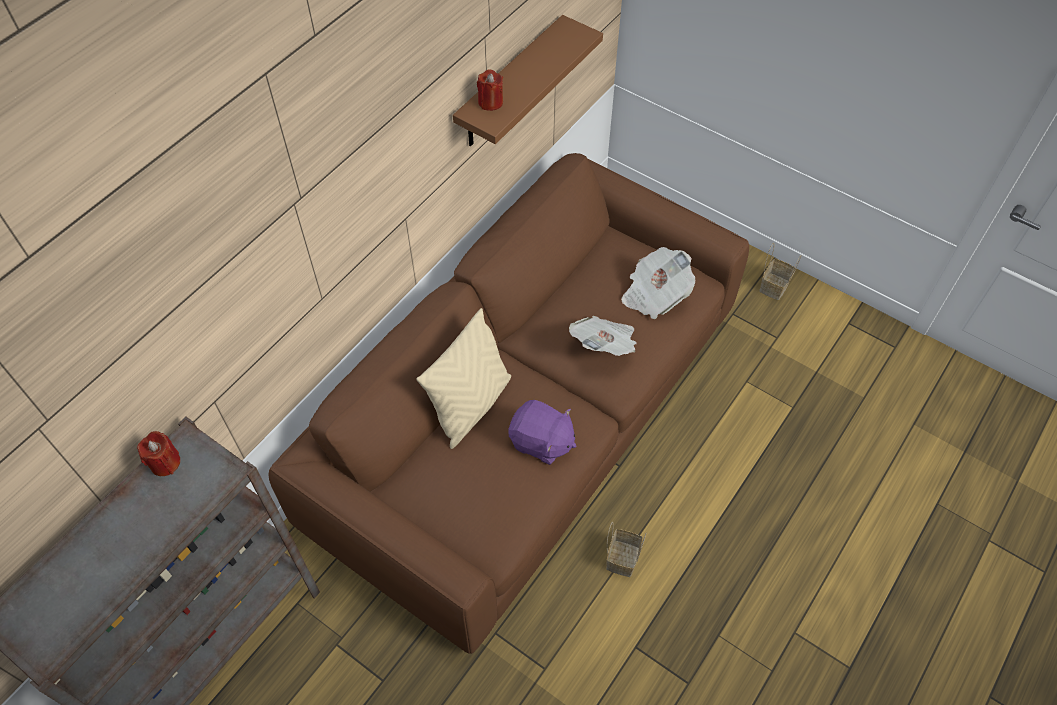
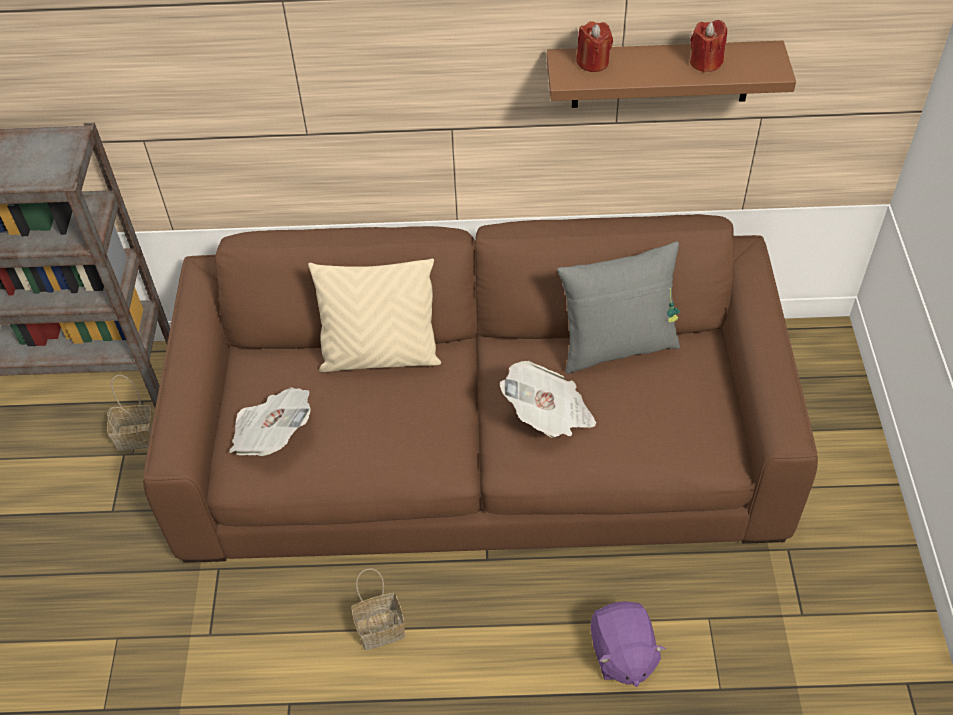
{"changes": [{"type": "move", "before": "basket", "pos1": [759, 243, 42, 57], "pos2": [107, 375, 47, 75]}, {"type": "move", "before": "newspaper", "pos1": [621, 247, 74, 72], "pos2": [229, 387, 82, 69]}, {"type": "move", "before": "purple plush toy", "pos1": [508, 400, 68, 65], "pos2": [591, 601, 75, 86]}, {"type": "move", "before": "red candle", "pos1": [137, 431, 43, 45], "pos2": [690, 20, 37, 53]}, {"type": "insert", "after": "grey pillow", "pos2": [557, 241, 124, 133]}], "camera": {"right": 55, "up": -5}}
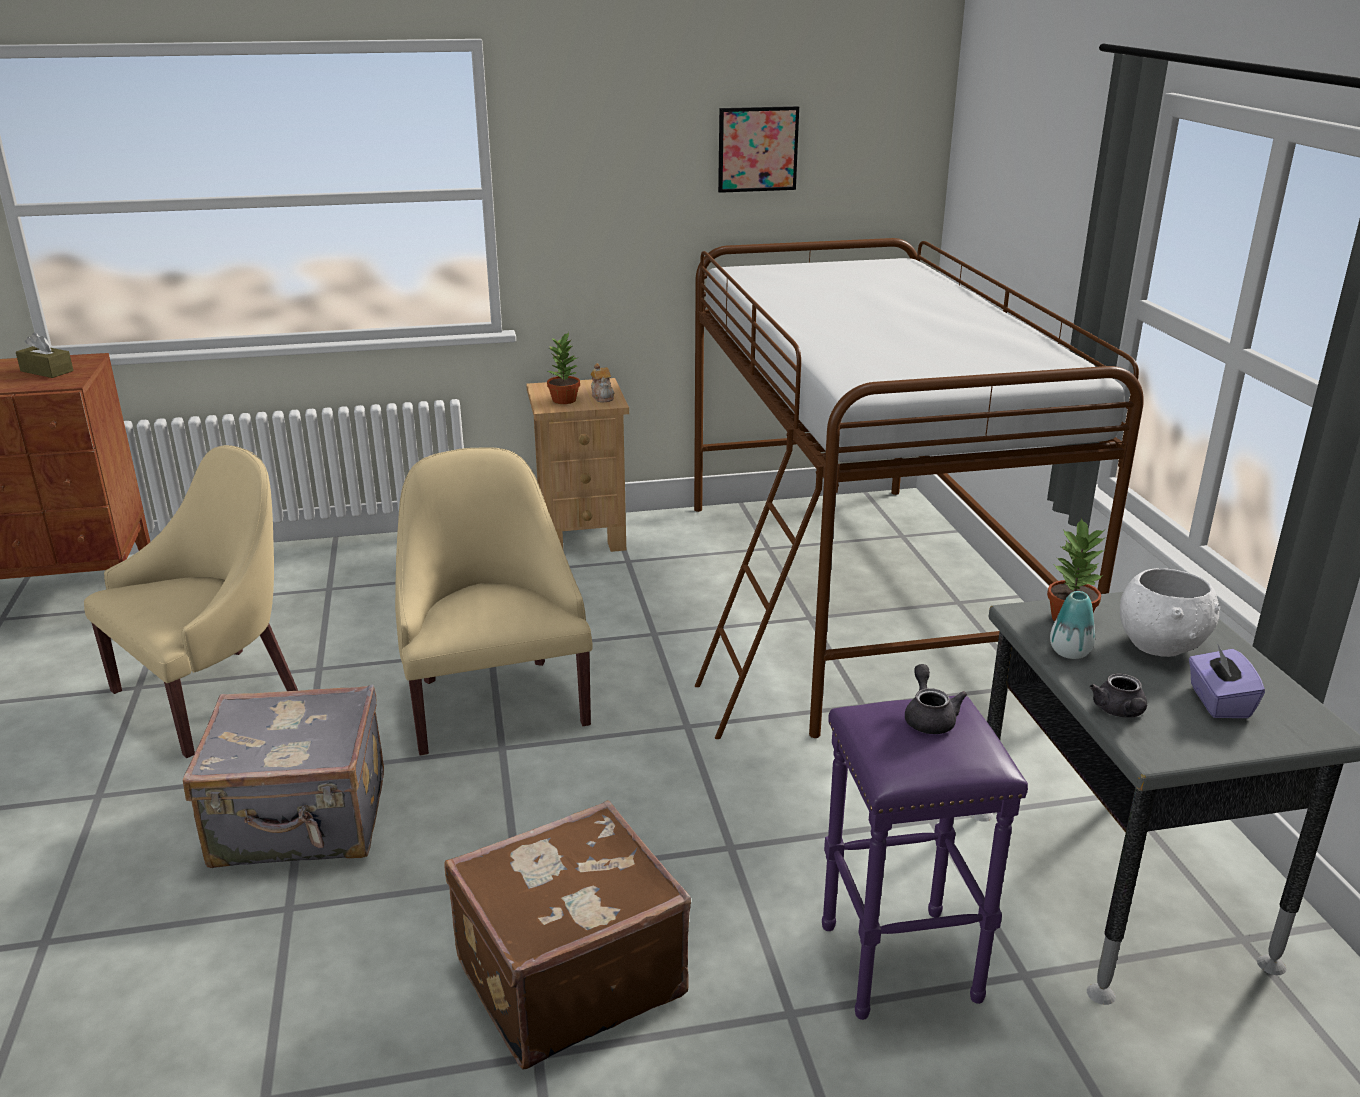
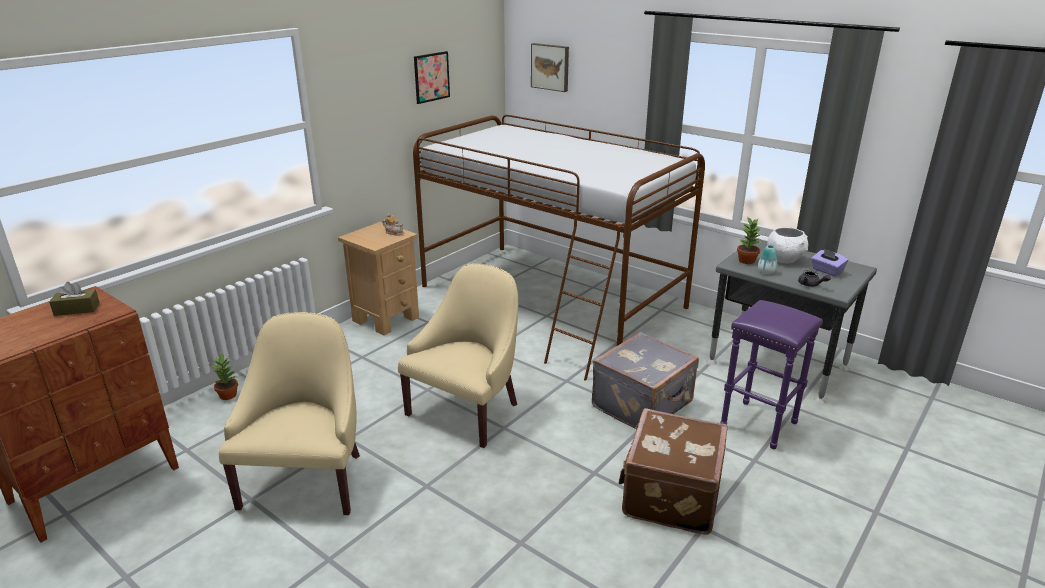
{"changes": [{"type": "move", "before": "potted plant", "pos1": [547, 332, 33, 72], "pos2": [212, 353, 26, 47]}, {"type": "rotate", "before": "beige armchair", "pos1": [395, 447, 198, 309], "pos2": [398, 263, 120, 185], "turn": 90}, {"type": "delete", "before": "grey teapot", "pos1": [905, 664, 62, 70]}, {"type": "move", "before": "grey suitcase", "pos1": [183, 684, 201, 184], "pos2": [592, 332, 107, 98]}, {"type": "insert", "after": "picture", "pos2": [531, 43, 38, 49]}], "camera": {"right": -40, "up": 0}}
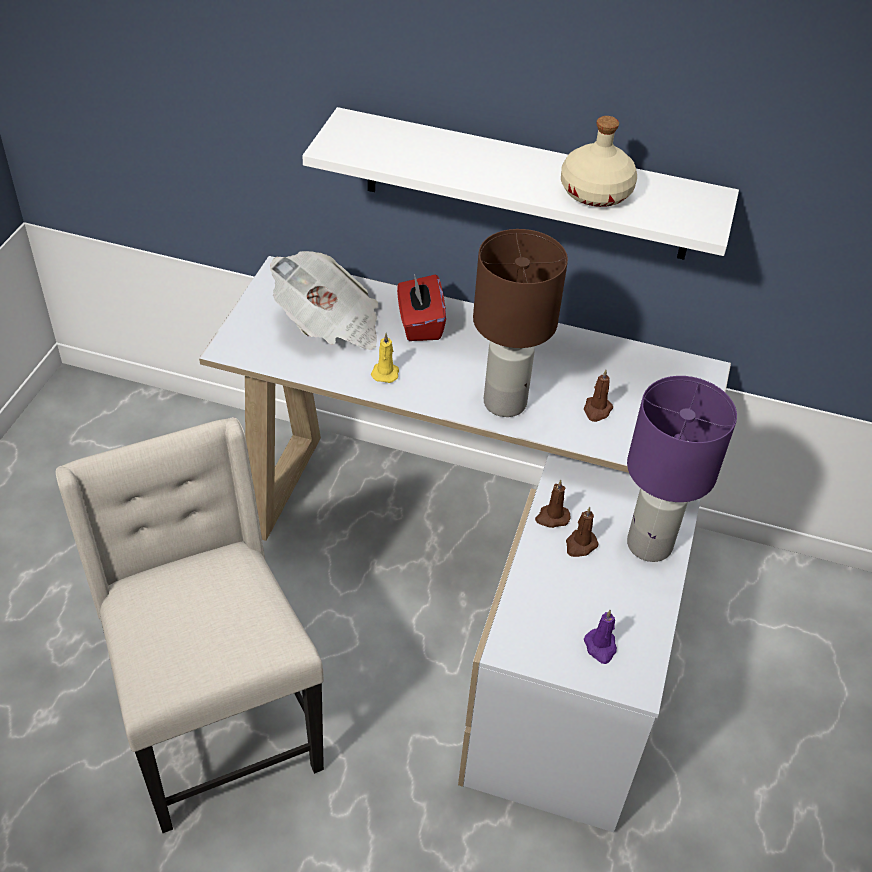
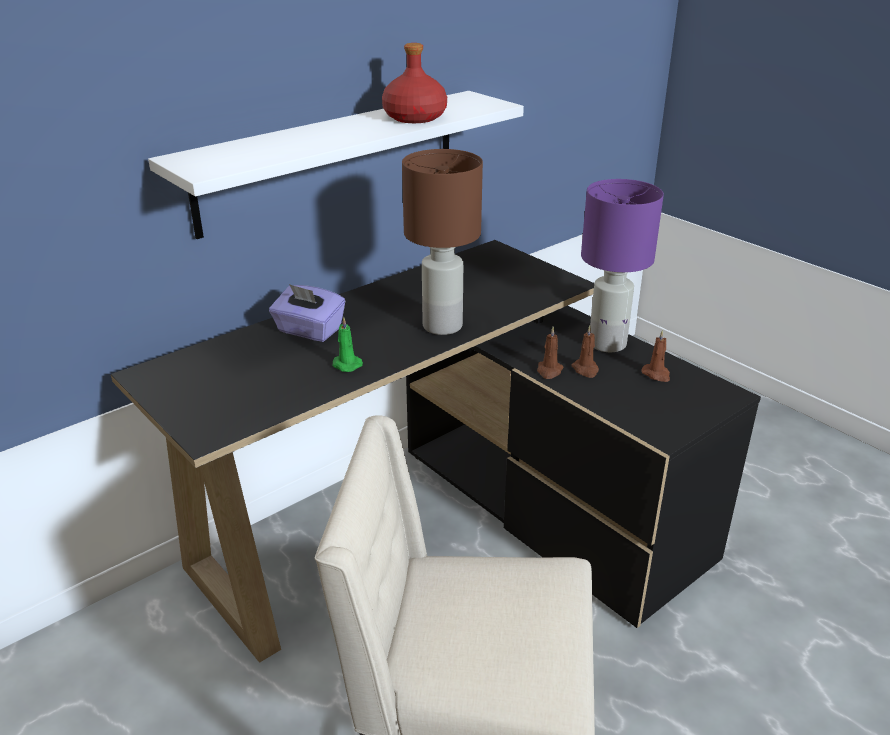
{"changes": [{"type": "recolor", "before": "beige bottle", "after": "red bottle", "pos1": [561, 116, 76, 91], "pos2": [382, 43, 65, 80]}, {"type": "delete", "before": "newspaper", "pos1": [270, 251, 108, 99]}, {"type": "recolor", "before": "white desk", "after": "black desk", "pos1": [199, 256, 532, 576], "pos2": [111, 240, 650, 423]}, {"type": "recolor", "before": "red tissue box", "after": "purple tissue box", "pos1": [397, 274, 49, 67], "pos2": [269, 284, 76, 58]}, {"type": "recolor", "before": "yellow candle", "after": "green candle", "pos1": [371, 333, 28, 50], "pos2": [332, 317, 31, 55]}, {"type": "move", "before": "brown candle", "pos1": [584, 369, 29, 53], "pos2": [641, 330, 29, 52]}, {"type": "delete", "before": "purple candle", "pos1": [584, 610, 33, 54]}], "camera": {"right": -55, "up": -15}}
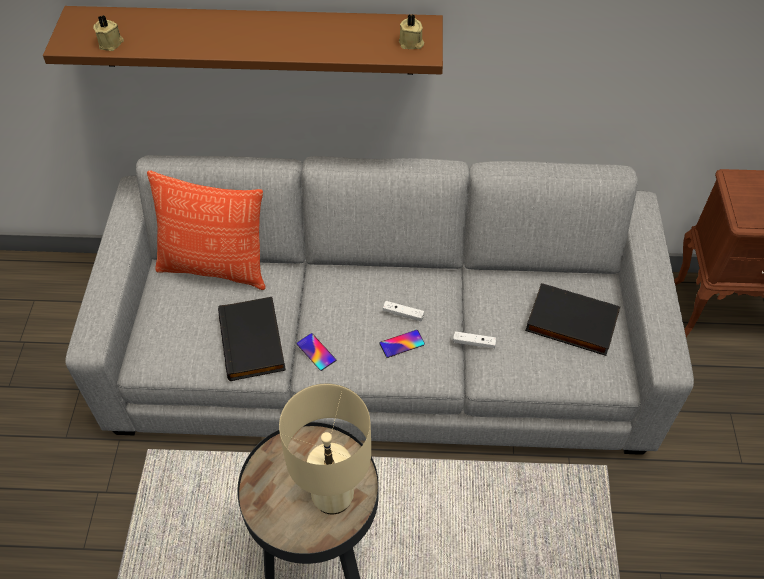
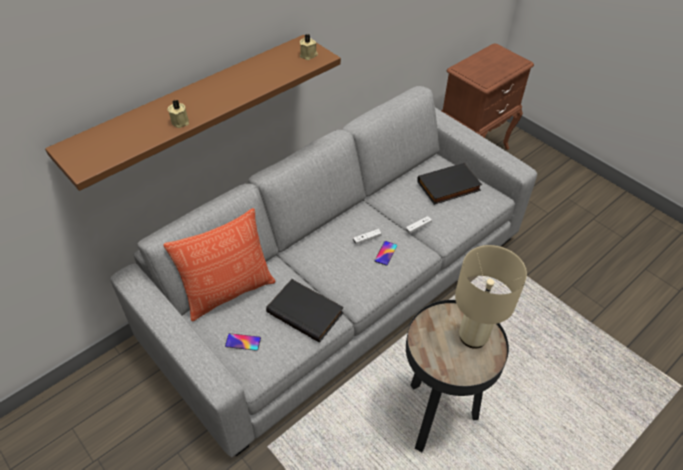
{"changes": [{"type": "move", "before": "beige candle", "pos1": [93, 15, 31, 36], "pos2": [168, 100, 21, 28]}, {"type": "move", "before": "phone", "pos1": [296, 333, 40, 38], "pos2": [225, 333, 36, 18]}], "camera": {"right": -45, "up": -5}}
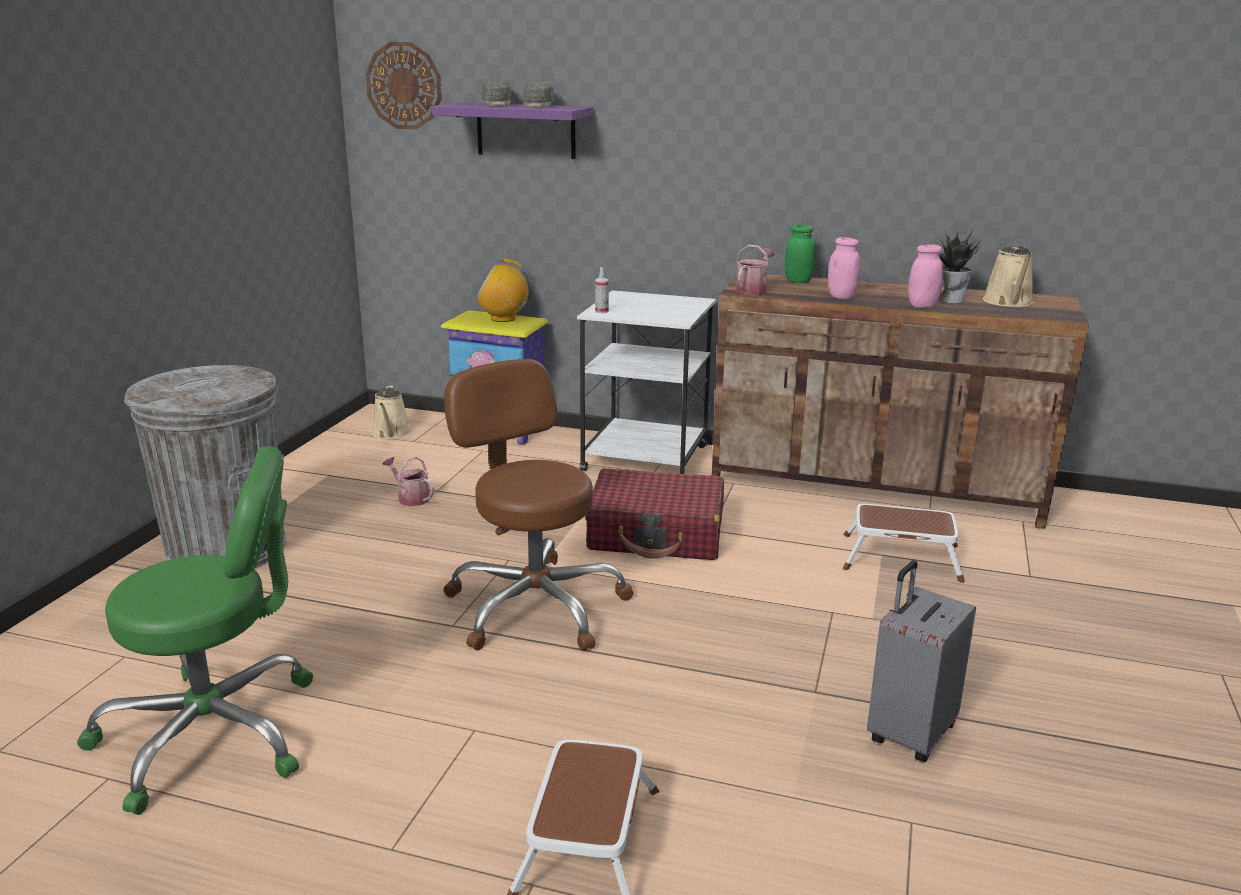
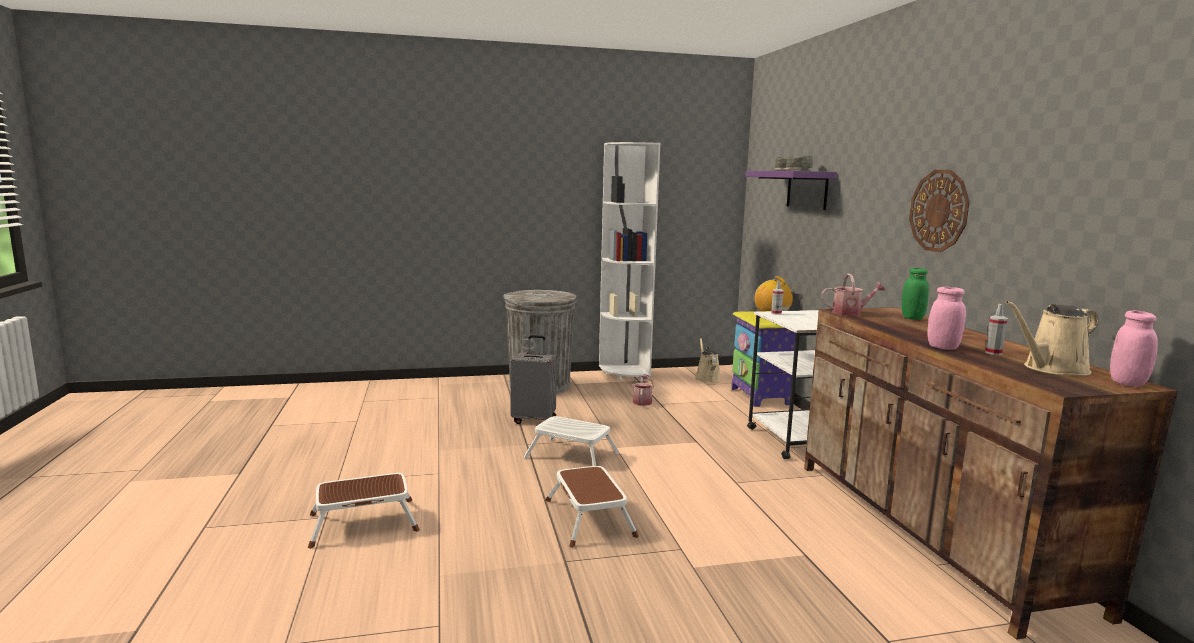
{"changes": [{"type": "move", "before": "wall clock", "pos1": [366, 42, 76, 87], "pos2": [909, 170, 61, 82]}, {"type": "replace", "before": "potted plant", "after": "spray bottle", "pos1": [930, 229, 50, 74], "pos2": [985, 304, 23, 51]}, {"type": "move", "before": "pink jar", "pos1": [828, 237, 32, 62], "pos2": [1110, 311, 48, 76]}, {"type": "replace", "before": "brown office chair", "after": "white step ladder", "pos1": [443, 359, 190, 292], "pos2": [524, 416, 95, 50]}, {"type": "rotate", "before": "beige watering can", "pos1": [371, 385, 41, 54], "pos2": [695, 338, 26, 45], "turn": 120}, {"type": "delete", "before": "green office chair", "pos1": [77, 446, 237, 369]}, {"type": "delete", "before": "red suitcase", "pos1": [585, 468, 139, 92]}, {"type": "move", "before": "brown step ladder", "pos1": [843, 504, 122, 79], "pos2": [545, 466, 94, 82]}, {"type": "move", "before": "grey suitcase", "pos1": [867, 560, 109, 202], "pos2": [510, 335, 47, 89]}, {"type": "insert", "after": "white bookcase", "pos2": [599, 142, 61, 239]}], "camera": {"right": 60, "up": -10}}
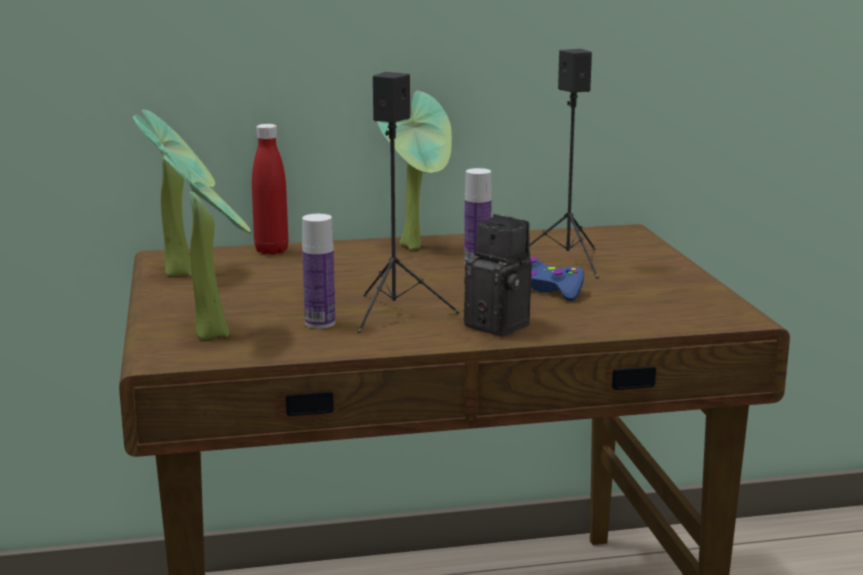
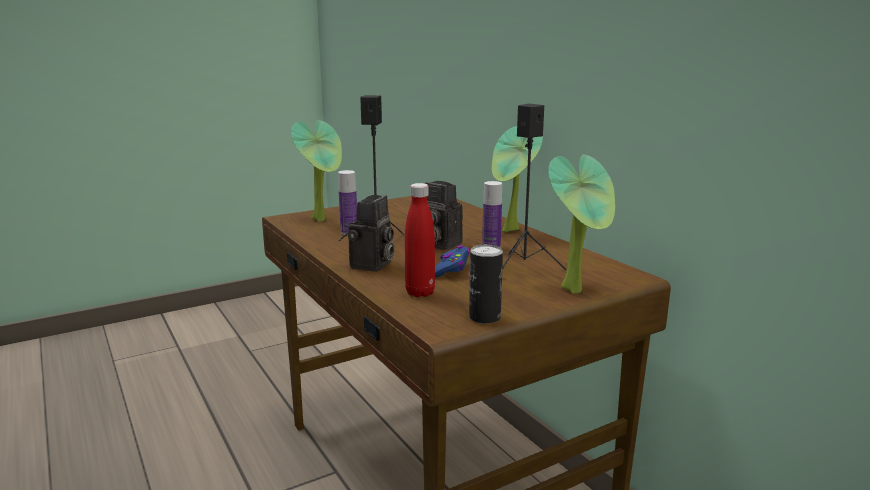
{"changes": [{"type": "move", "before": "potted plant", "pos1": [133, 109, 82, 167], "pos2": [548, 154, 67, 140]}, {"type": "move", "before": "red bottle", "pos1": [252, 124, 36, 131], "pos2": [405, 183, 30, 114]}, {"type": "insert", "after": "photo camera", "pos2": [425, 181, 38, 69]}, {"type": "insert", "after": "can", "pos2": [469, 244, 34, 80]}], "camera": {"right": 70, "up": 0}}
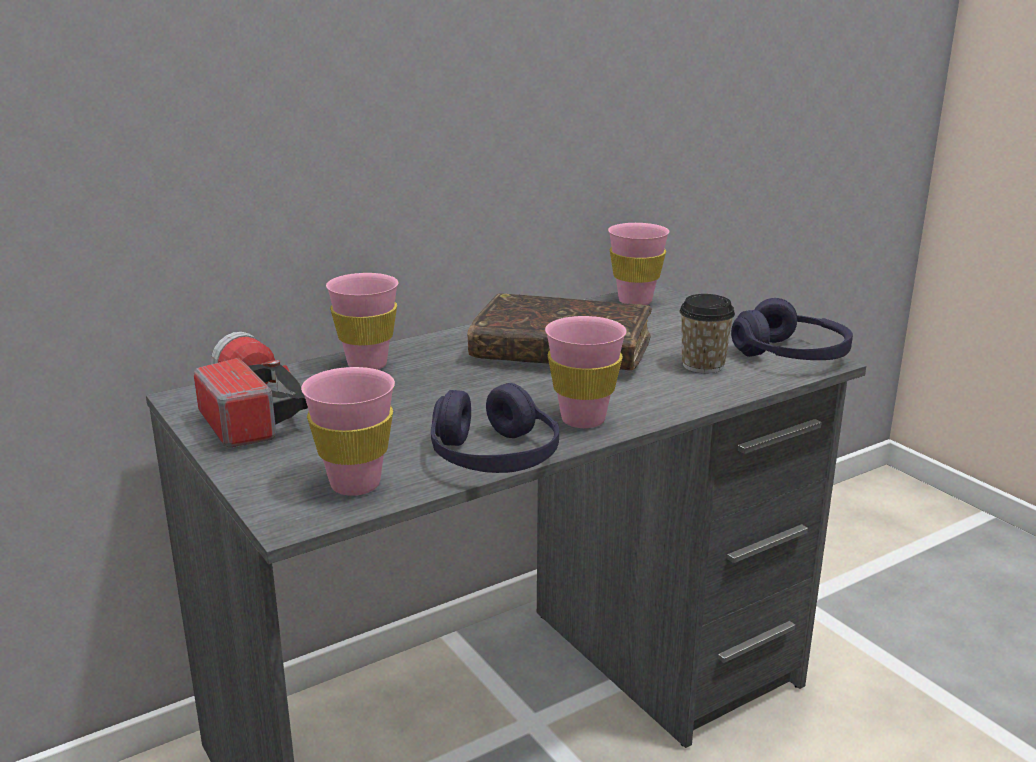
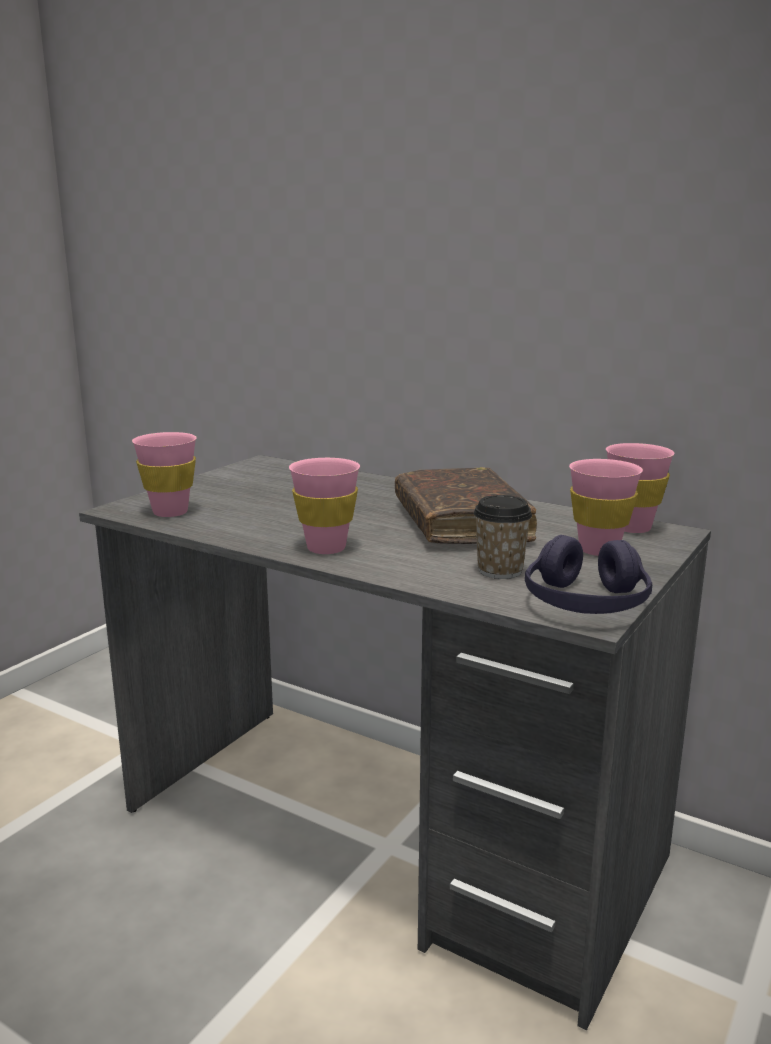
{"changes": [{"type": "move", "before": "pink cup", "pos1": [326, 273, 72, 97], "pos2": [569, 459, 74, 97]}, {"type": "delete", "before": "flashlight", "pos1": [194, 332, 114, 115]}, {"type": "delete", "before": "purple headphones", "pos1": [431, 383, 128, 90]}], "camera": {"right": 65, "up": -5}}
